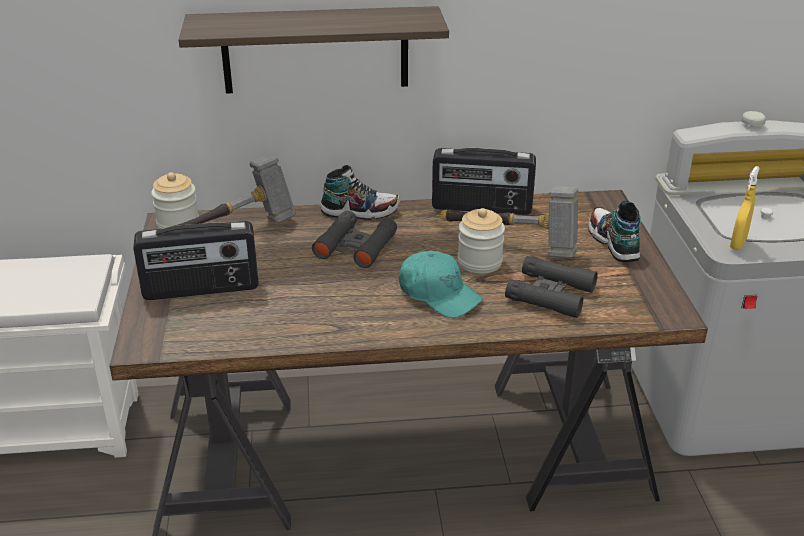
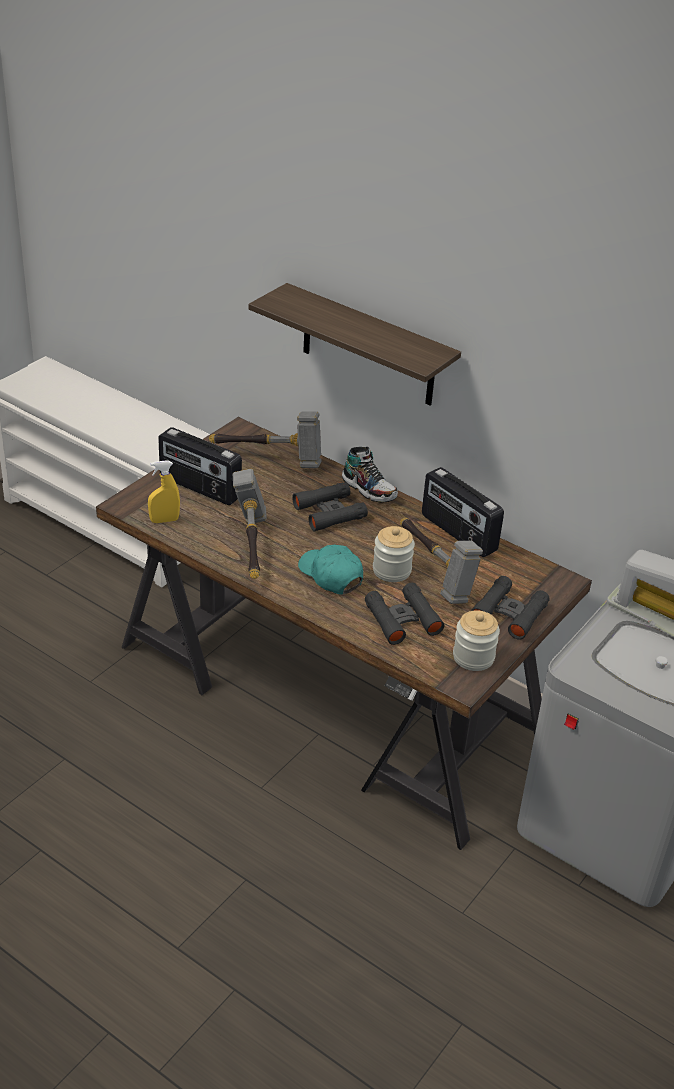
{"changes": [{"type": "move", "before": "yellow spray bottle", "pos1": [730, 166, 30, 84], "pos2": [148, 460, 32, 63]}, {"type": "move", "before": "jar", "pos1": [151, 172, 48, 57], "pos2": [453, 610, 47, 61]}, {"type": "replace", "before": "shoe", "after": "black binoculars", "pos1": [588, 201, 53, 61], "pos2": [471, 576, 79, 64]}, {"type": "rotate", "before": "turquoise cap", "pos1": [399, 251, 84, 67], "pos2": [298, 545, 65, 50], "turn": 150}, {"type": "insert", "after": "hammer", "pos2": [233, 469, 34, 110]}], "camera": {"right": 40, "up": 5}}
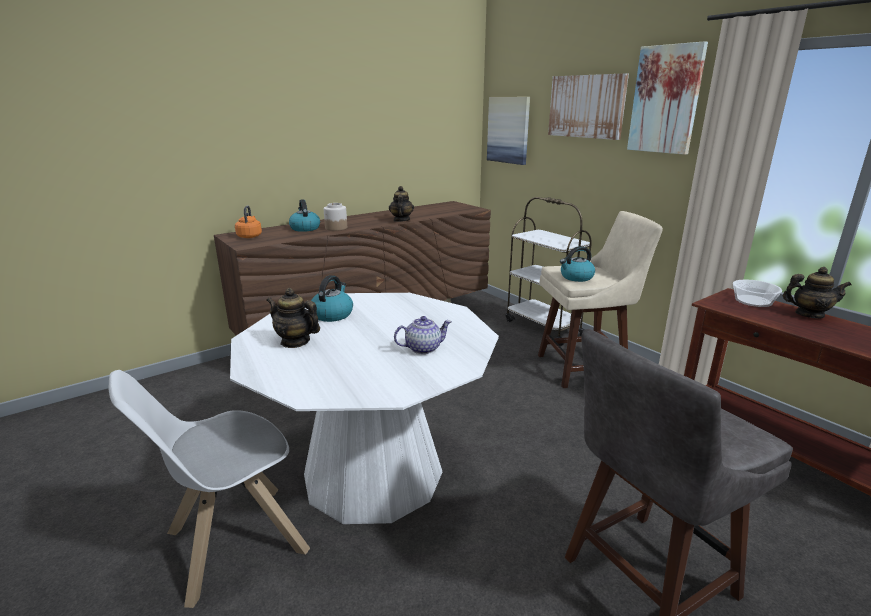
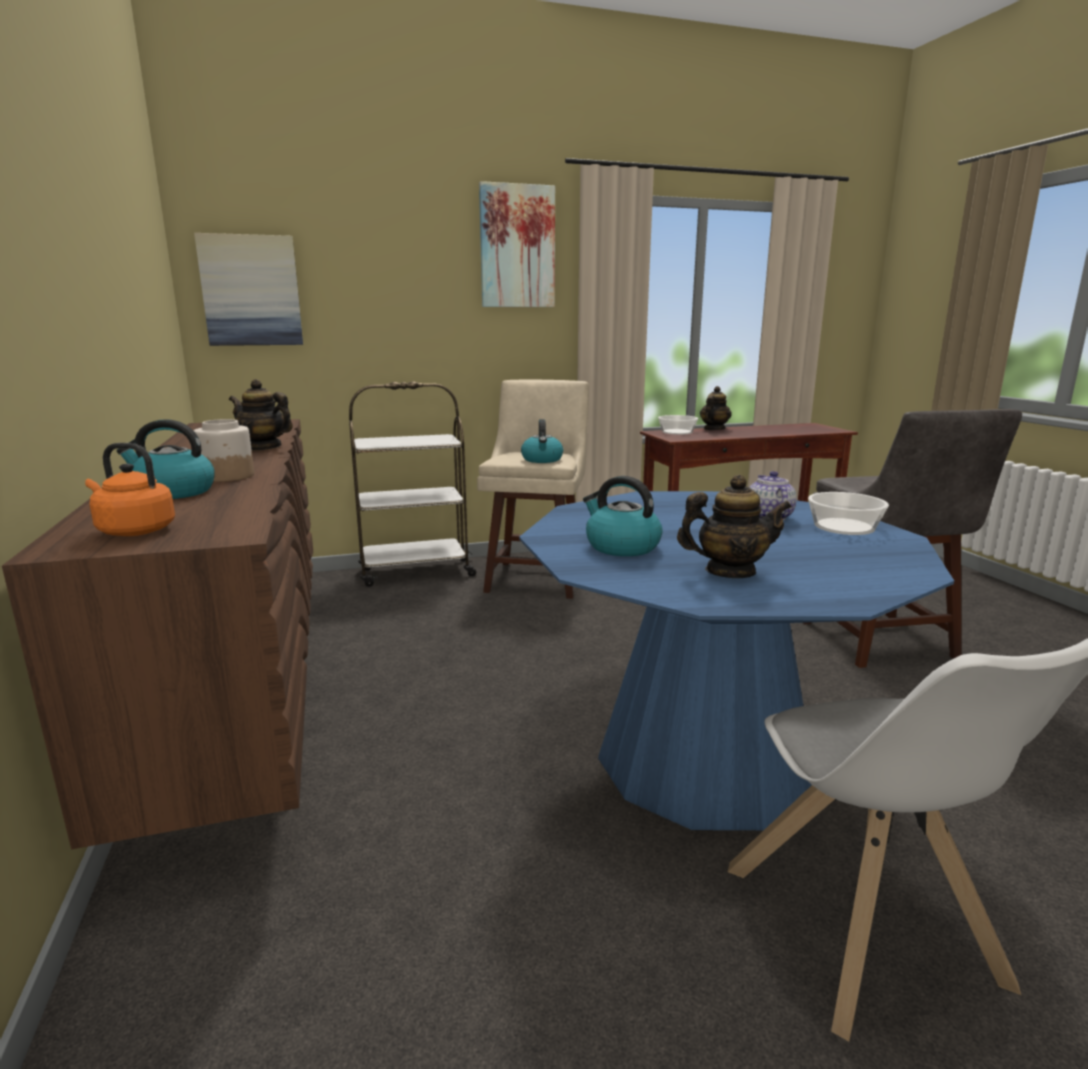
{"changes": [{"type": "delete", "before": "picture", "pos1": [548, 73, 81, 67]}, {"type": "rotate", "before": "teapot", "pos1": [266, 288, 54, 60], "pos2": [677, 474, 115, 104], "turn": -135}, {"type": "recolor", "before": "white dining table", "after": "blue dining table", "pos1": [230, 293, 269, 231], "pos2": [519, 491, 435, 339]}, {"type": "insert", "after": "bowl", "pos2": [808, 492, 81, 43]}], "camera": {"right": -70, "up": -5}}
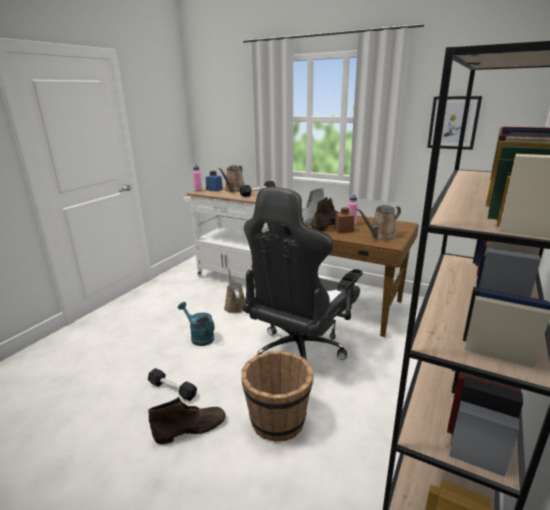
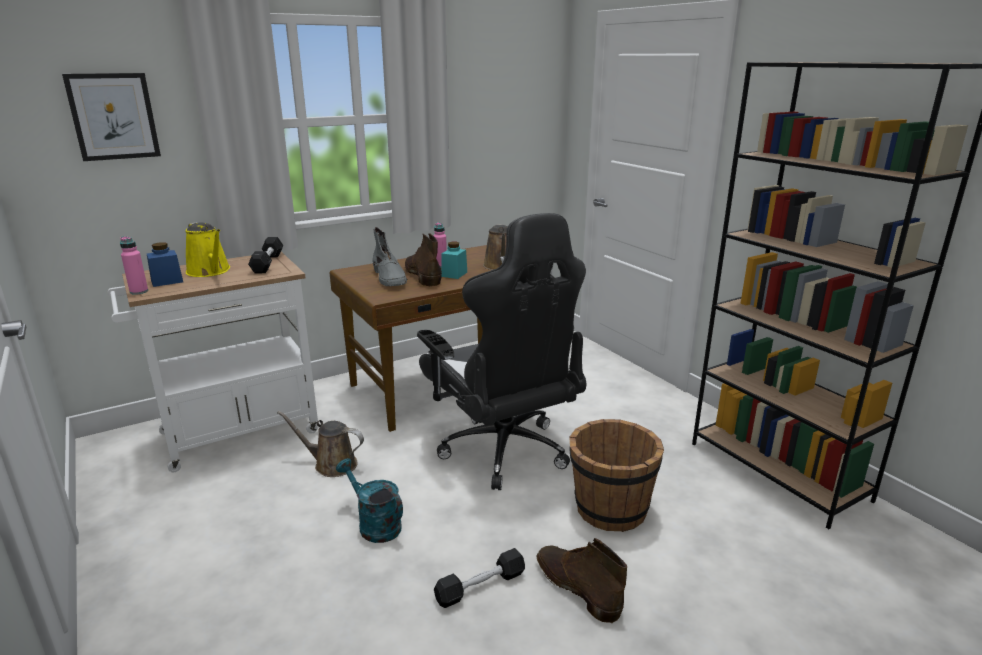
{"changes": [{"type": "move", "before": "picture", "pos1": [427, 96, 55, 54], "pos2": [62, 73, 99, 88]}, {"type": "recolor", "before": "brown watering can", "after": "yellow watering can", "pos1": [218, 165, 26, 27], "pos2": [186, 222, 44, 55]}, {"type": "recolor", "before": "brown jar", "after": "turquoise jar", "pos1": [334, 208, 20, 25], "pos2": [441, 242, 26, 37]}, {"type": "rotate", "before": "turquoise watering can", "pos1": [178, 302, 36, 44], "pos2": [336, 458, 67, 85], "turn": 60}, {"type": "rotate", "before": "brown boot", "pos1": [148, 397, 78, 48], "pos2": [536, 538, 91, 85], "turn": -45}], "camera": {"right": -60, "up": 0}}
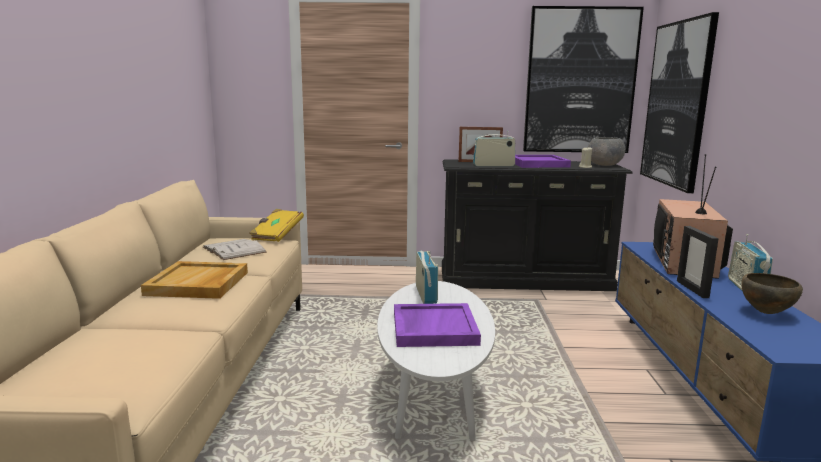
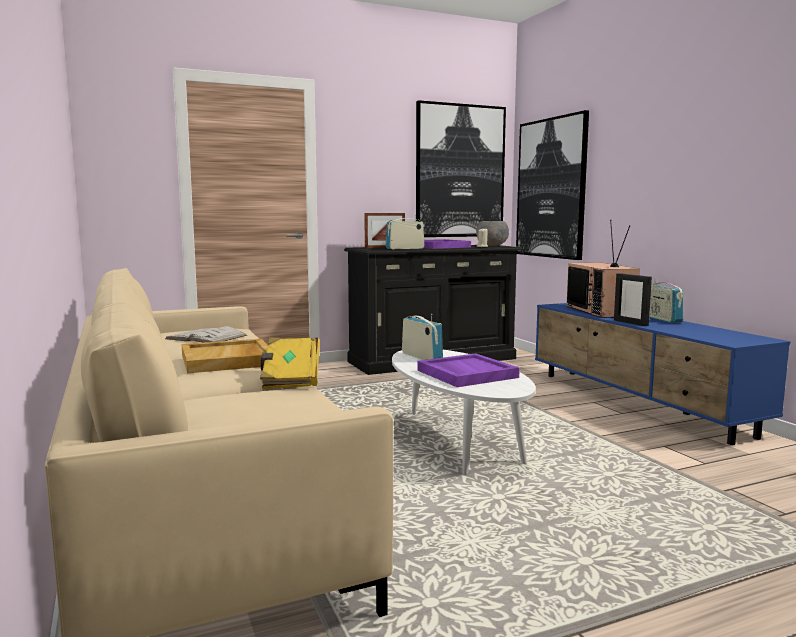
{"changes": [{"type": "move", "before": "yellow book", "pos1": [249, 209, 55, 33], "pos2": [260, 337, 60, 52]}, {"type": "delete", "before": "brown bowl", "pos1": [741, 273, 62, 41]}], "camera": {"right": -25, "up": -5}}
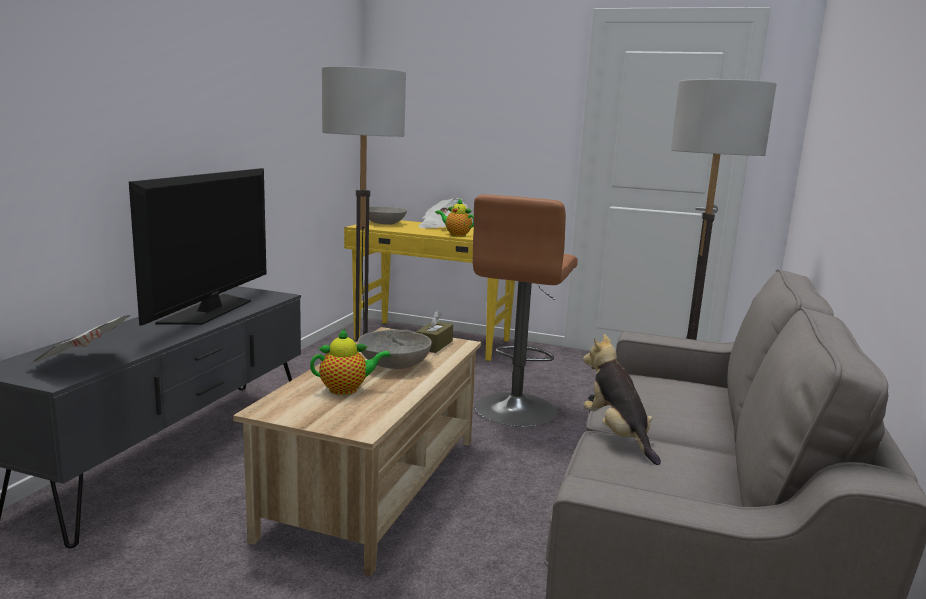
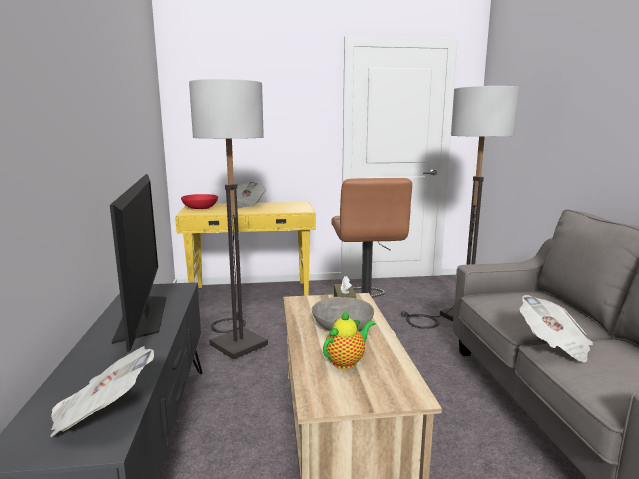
{"changes": [{"type": "delete", "before": "teapot", "pos1": [435, 198, 39, 39]}, {"type": "recolor", "before": "grey bowl", "after": "red bowl", "pos1": [369, 206, 38, 19], "pos2": [181, 194, 37, 15]}, {"type": "replace", "before": "plush toy", "after": "newspaper", "pos1": [583, 334, 78, 131], "pos2": [519, 295, 74, 68]}], "camera": {"right": -25, "up": 0}}
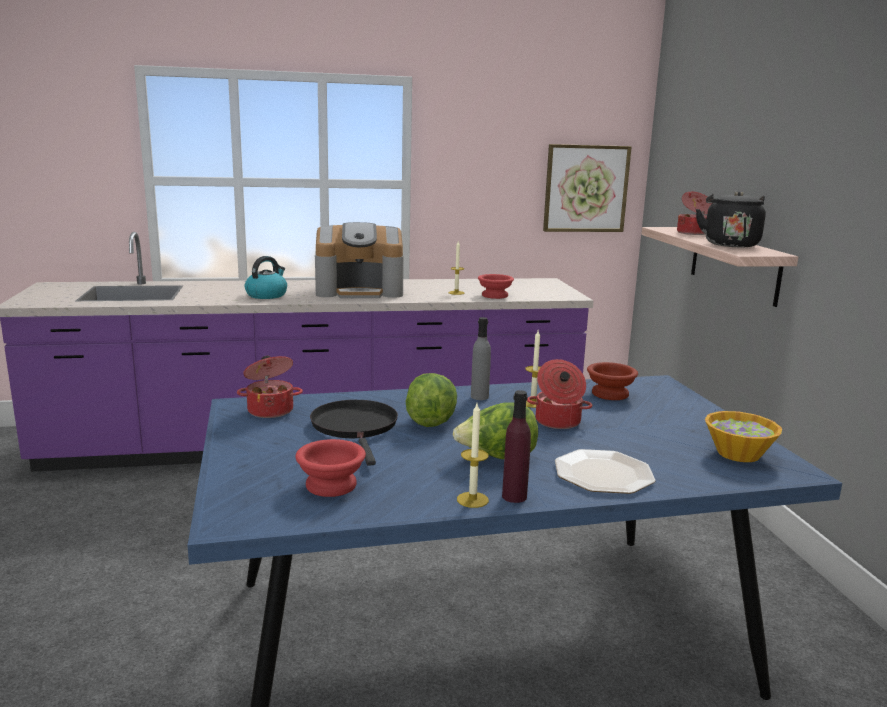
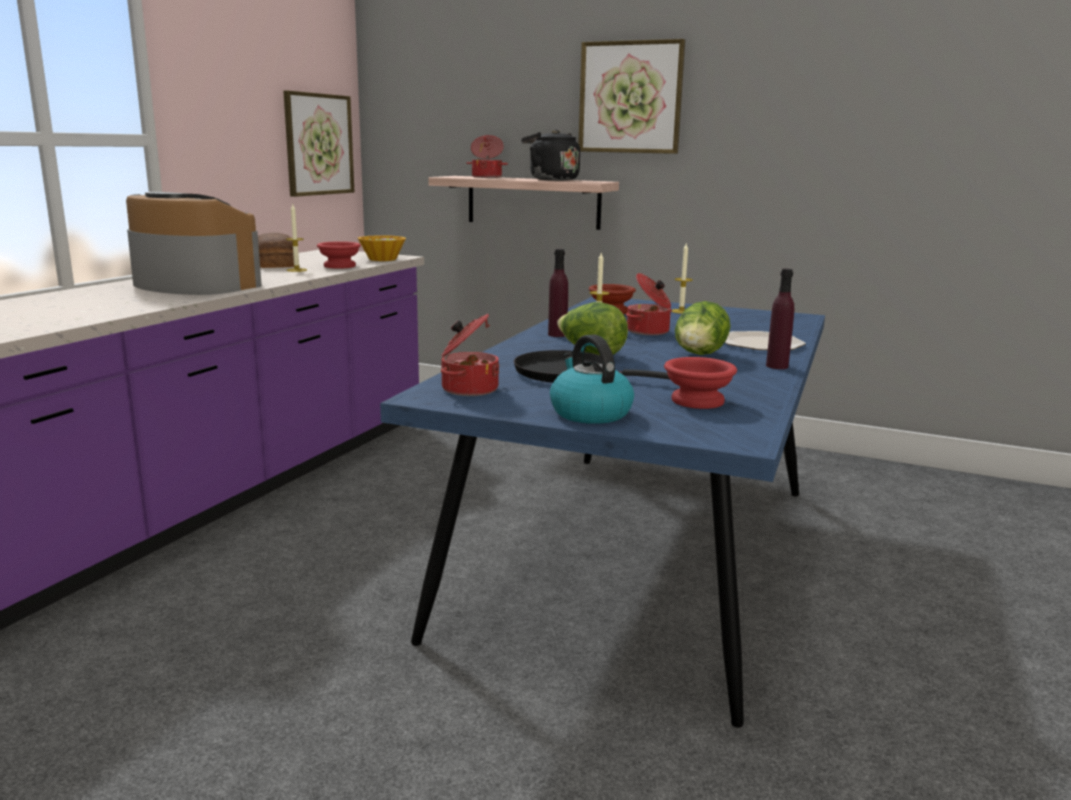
{"changes": [{"type": "rotate", "before": "coffee machine", "pos1": [315, 222, 89, 76], "pos2": [126, 192, 136, 103], "turn": -90}, {"type": "move", "before": "kettle", "pos1": [245, 256, 42, 43], "pos2": [550, 334, 84, 90]}, {"type": "recolor", "before": "grey bottle", "after": "purple bottle", "pos1": [471, 317, 20, 83], "pos2": [548, 249, 20, 88]}, {"type": "move", "before": "candle", "pos1": [457, 403, 32, 105], "pos2": [672, 242, 21, 72]}, {"type": "move", "before": "bowl", "pos1": [705, 411, 77, 51], "pos2": [358, 235, 48, 26]}, {"type": "insert", "after": "picture", "pos2": [578, 39, 107, 115]}, {"type": "insert", "after": "bread", "pos2": [258, 233, 36, 35]}], "camera": {"right": -55, "up": 0}}
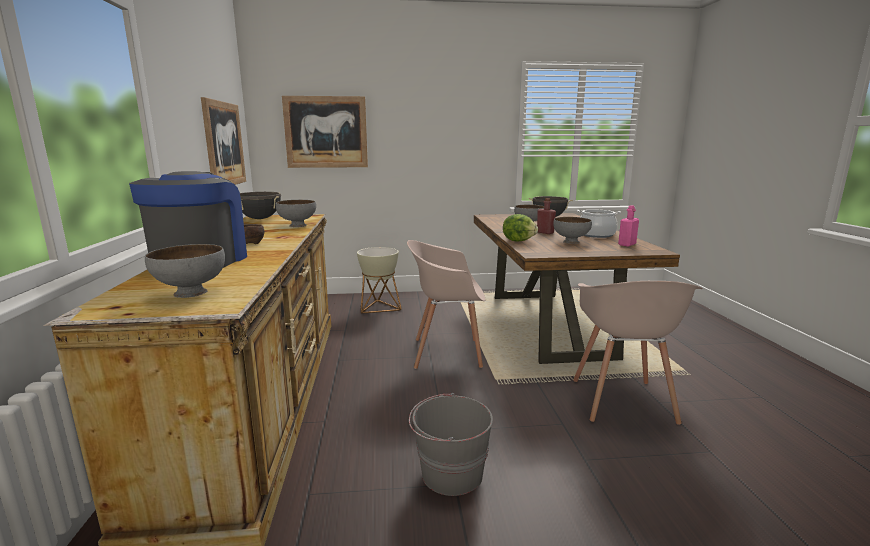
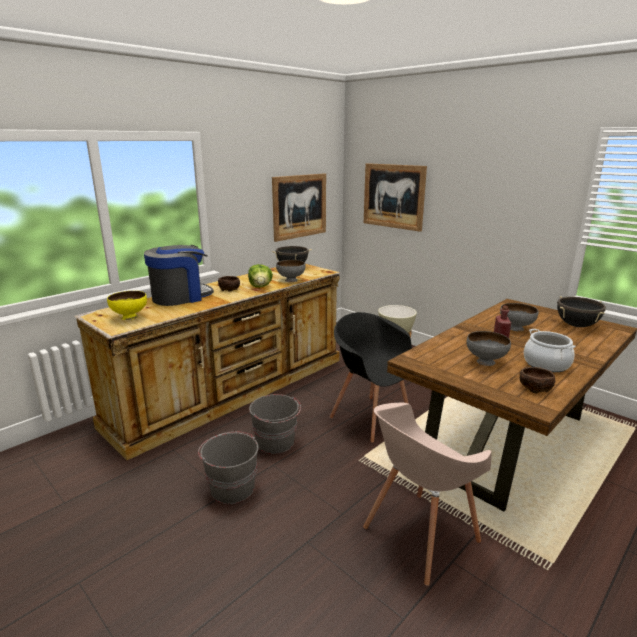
{"changes": [{"type": "replace", "before": "pink bottle", "after": "brown bowl", "pos1": [618, 205, 21, 42], "pos2": [520, 367, 35, 27]}, {"type": "move", "before": "lettuce", "pos1": [503, 214, 35, 27], "pos2": [248, 264, 25, 23]}, {"type": "recolor", "before": "beige chair", "after": "black chair", "pos1": [407, 240, 78, 129], "pos2": [330, 312, 82, 131]}, {"type": "recolor", "before": "grey bowl", "after": "yellow bowl", "pos1": [145, 244, 80, 54], "pos2": [107, 291, 40, 29]}, {"type": "insert", "after": "grey bucket", "pos2": [249, 394, 52, 60]}], "camera": {"right": 50, "up": 5}}
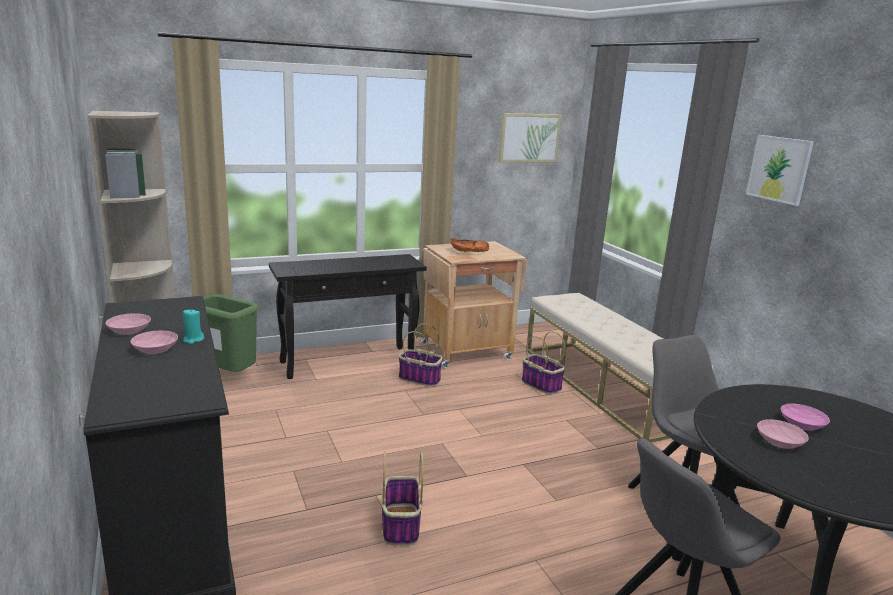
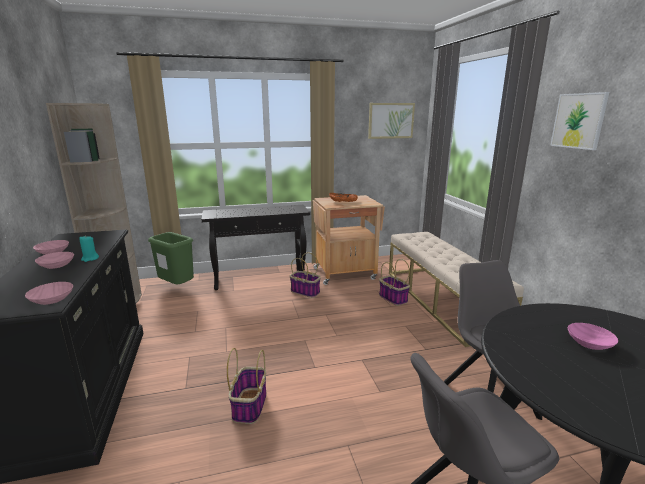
{"changes": [{"type": "move", "before": "pink bowl", "pos1": [757, 419, 52, 30], "pos2": [25, 282, 48, 23]}], "camera": {"right": 10, "up": 0}}
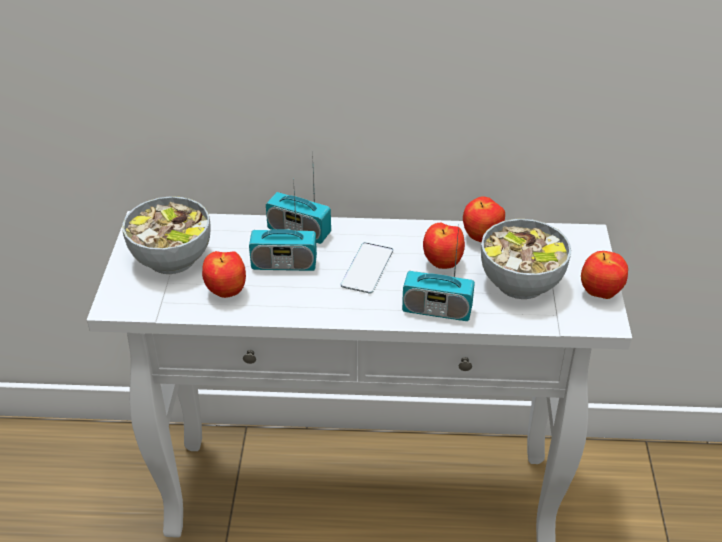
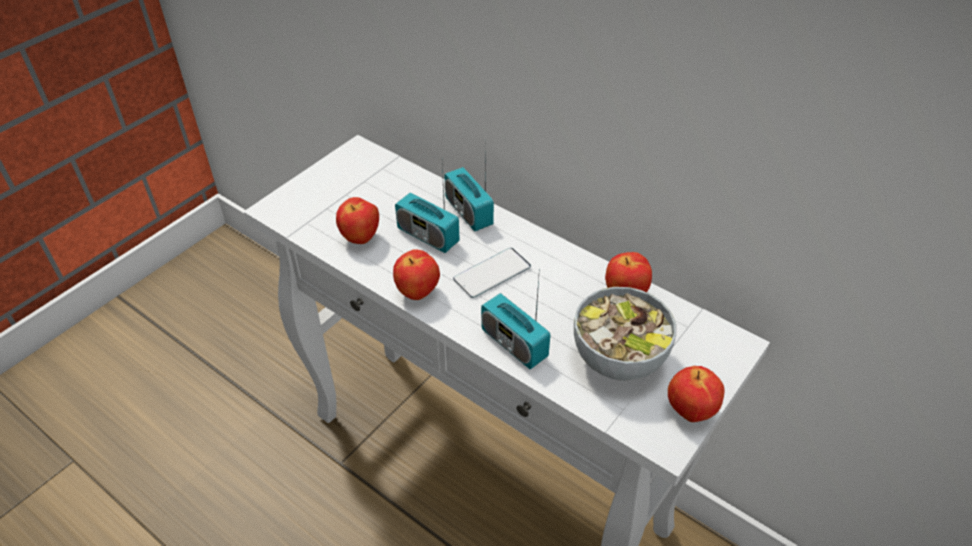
{"changes": [{"type": "delete", "before": "bowl", "pos1": [122, 196, 89, 78]}, {"type": "move", "before": "apple", "pos1": [423, 223, 42, 46], "pos2": [393, 249, 47, 51]}], "camera": {"right": 35, "up": 5}}
